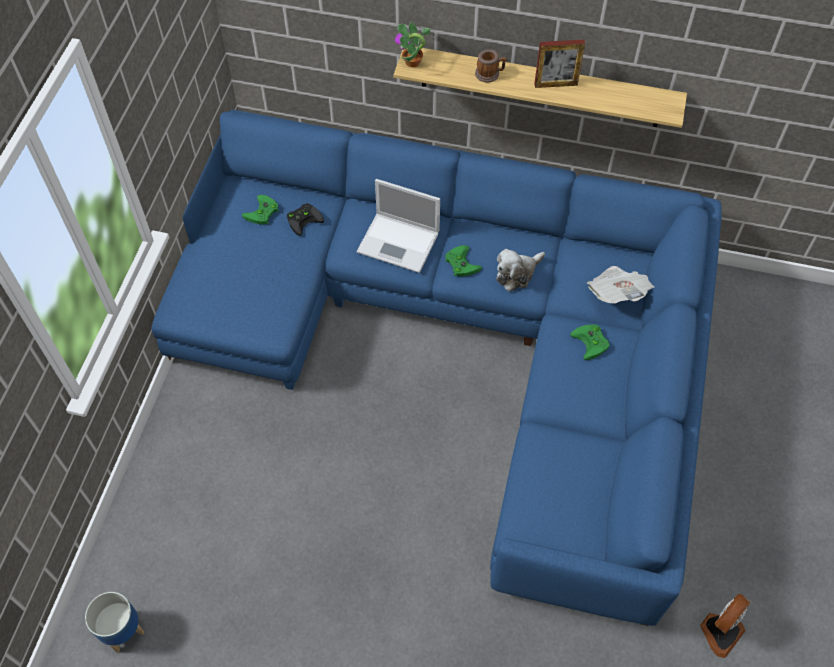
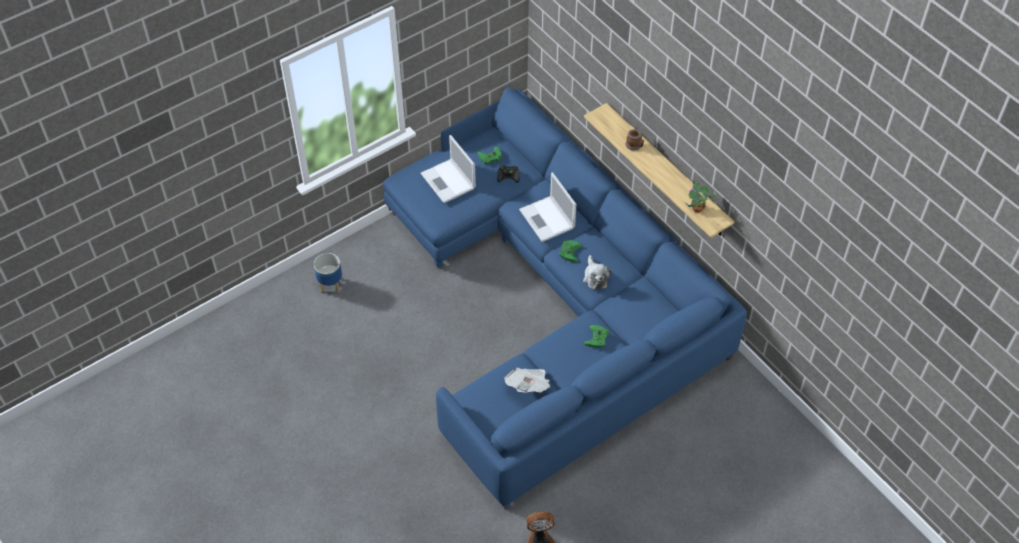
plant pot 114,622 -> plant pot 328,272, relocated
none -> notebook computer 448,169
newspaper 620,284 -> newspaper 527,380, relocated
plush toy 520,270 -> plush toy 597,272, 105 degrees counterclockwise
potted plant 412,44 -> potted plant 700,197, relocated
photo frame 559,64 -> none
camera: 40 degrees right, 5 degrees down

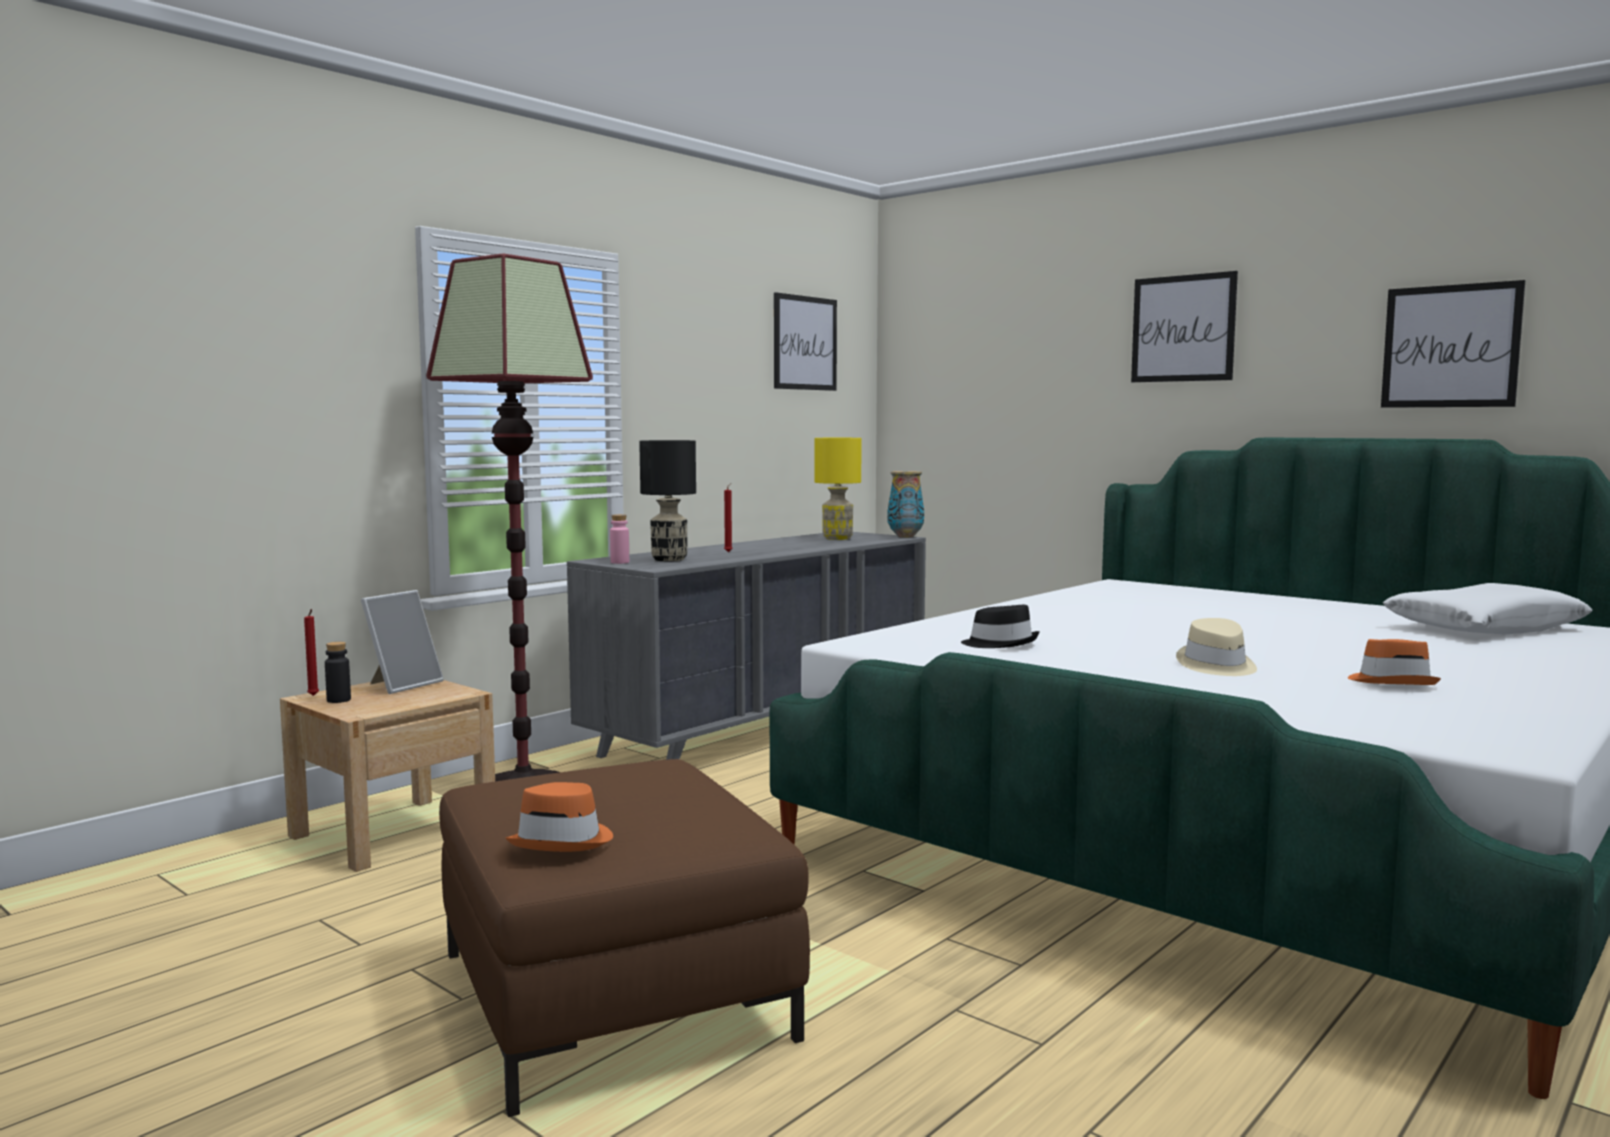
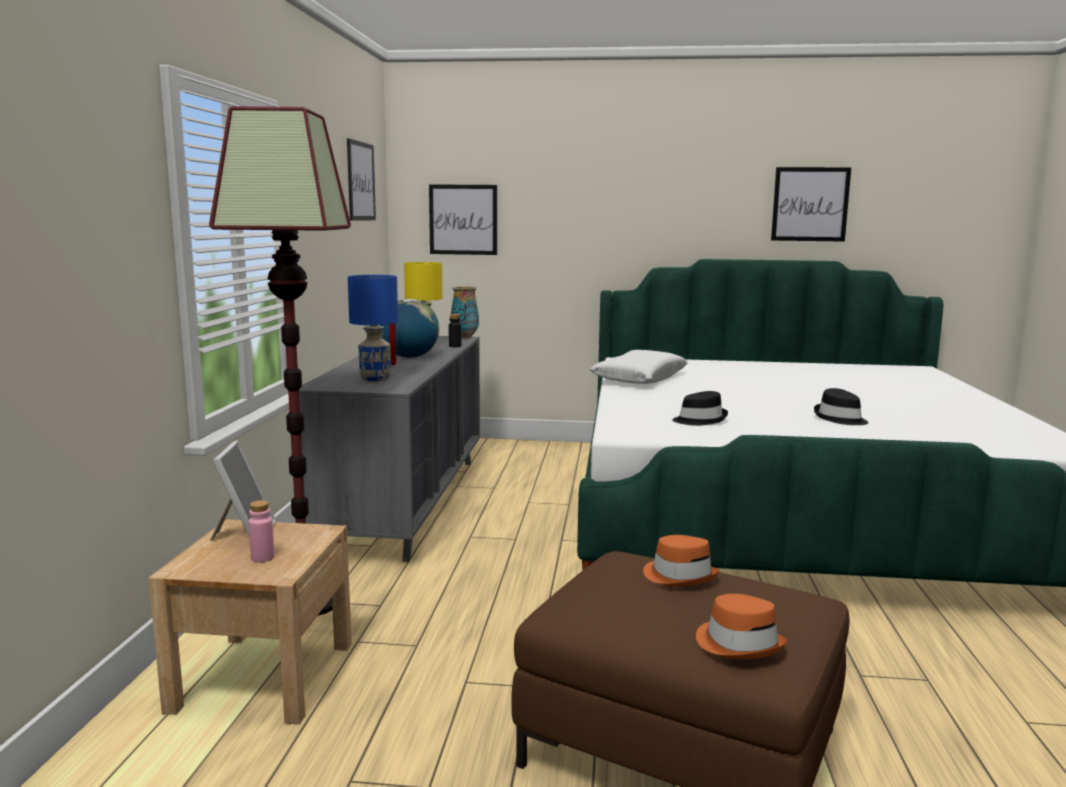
beverage bottle in pink-coloured 619,539 -> beverage bottle in pink-coloured 261,531, relocated
table lamp in black-coloured 667,500 -> table lamp in blue-coloured 373,328
none -> desk globe 409,328
wall picture 1184,326 -> wall picture 463,219, relocated
beverage bottle in black-coloured 338,672 -> beverage bottle in black-coloured 455,330, relocated
throw pillow in white 1487,609 -> throw pillow in white 639,367, relocated
hat in orange-coloured 1394,662 -> hat in orange-coloured 681,560, relocated
hat in beige 1216,647 -> hat in black-coloured 841,406
wax candle in red 311,652 -> none
camera: 35 degrees left, 5 degrees up

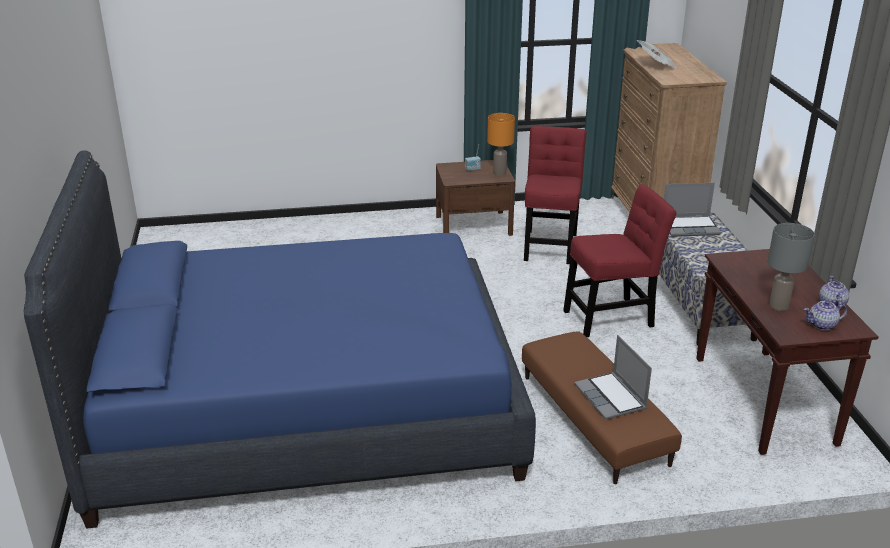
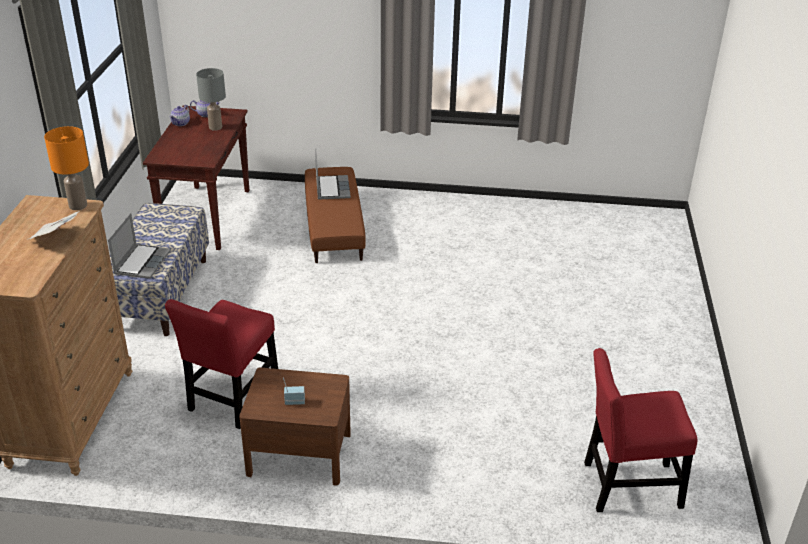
table lamp in orange-coloured 501,144 -> table lamp in orange-coloured 66,168, relocated
notebook computer 692,210 -> notebook computer 139,246, 90 degrees clockwise
upright chair in red 620,260 -> upright chair in red 640,430, relocated
bed in blue-coloured 280,339 -> none
camera: 165 degrees left, 5 degrees up

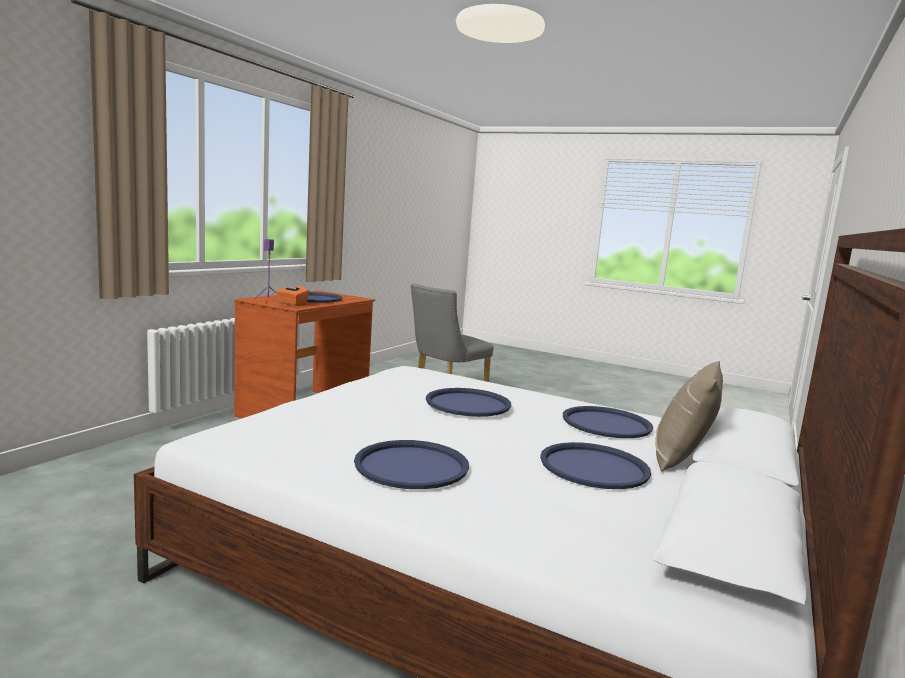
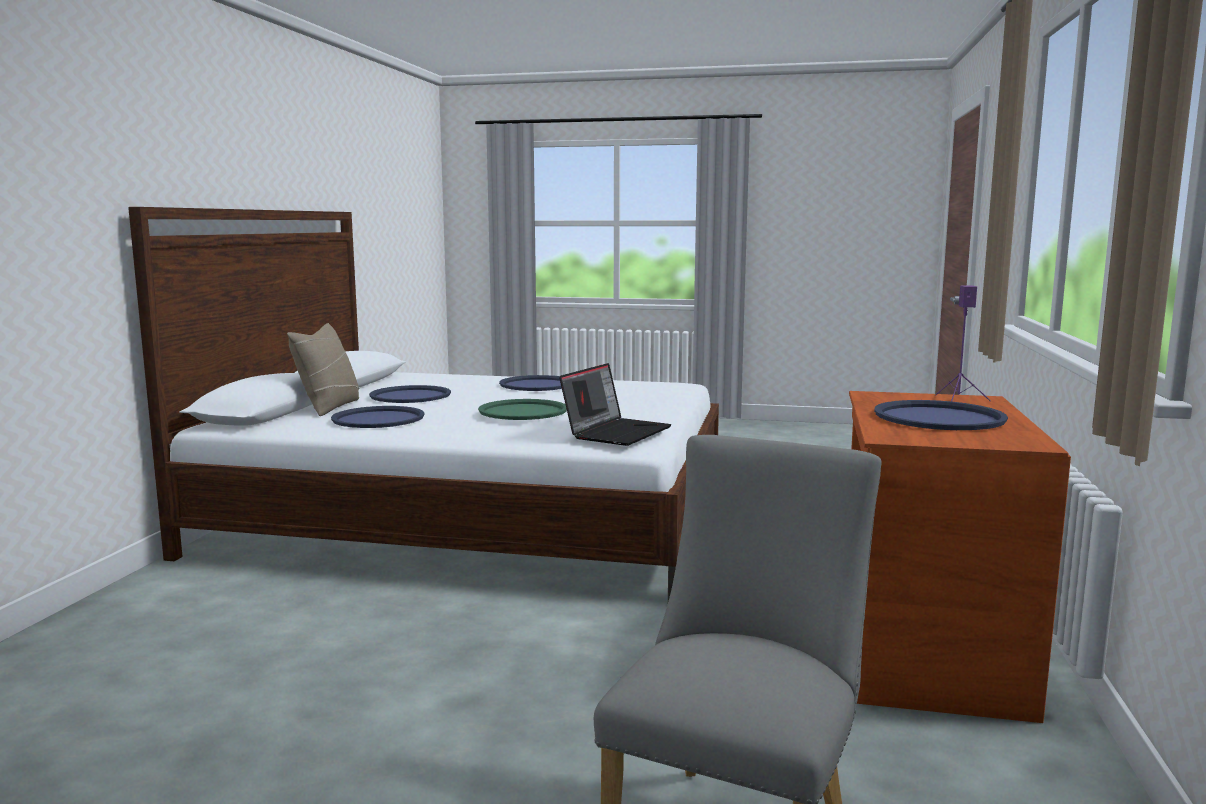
carrying tray in blue-coloured 468,402 -> carrying tray in green-coloured 522,409
none -> notebook computer 615,404
tissue holder in orange-coloured 293,293 -> none
camera: 165 degrees right, 0 degrees up

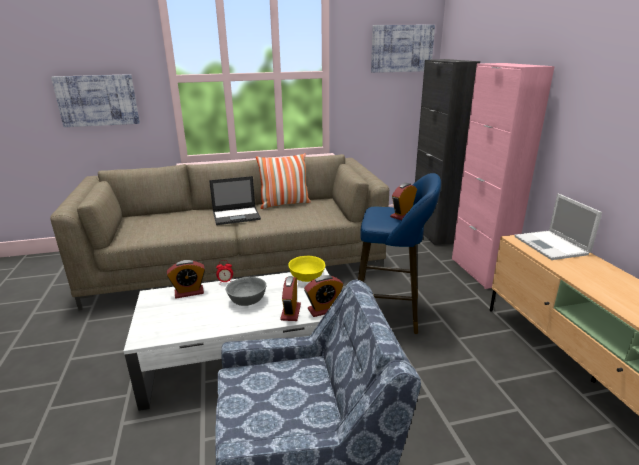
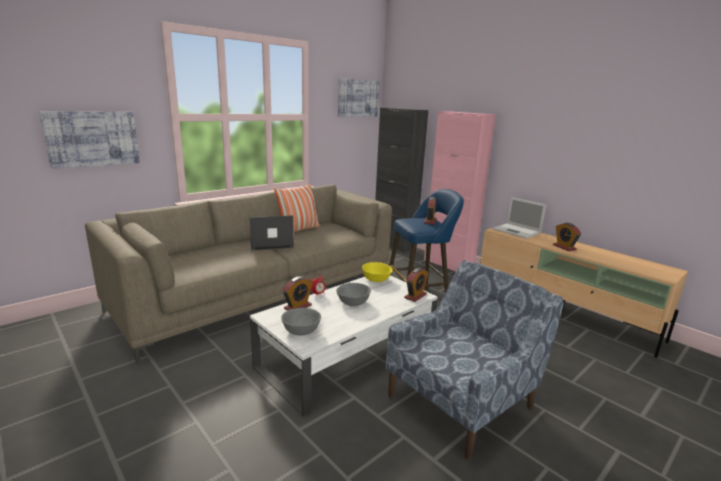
notebook computer 235,200 -> notebook computer 272,232, 150 degrees counterclockwise
none -> serving bowl in grey 301,321
alarm clock 290,298 -> alarm clock 567,237, relocated
camera: 30 degrees left, 5 degrees down

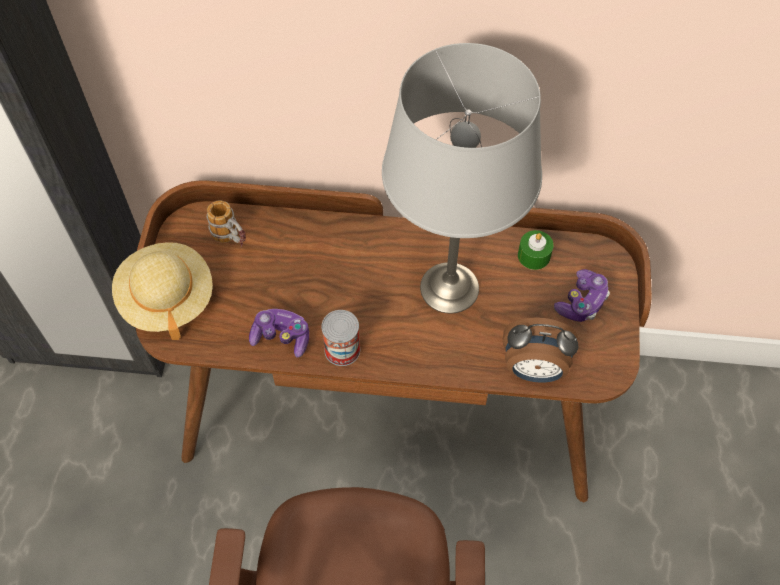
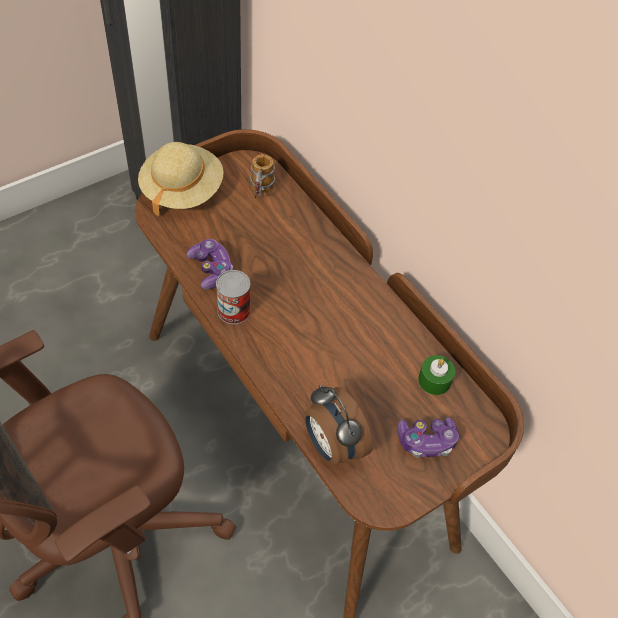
table lamp in grey 462,178 -> none
camera: 45 degrees right, 5 degrees down

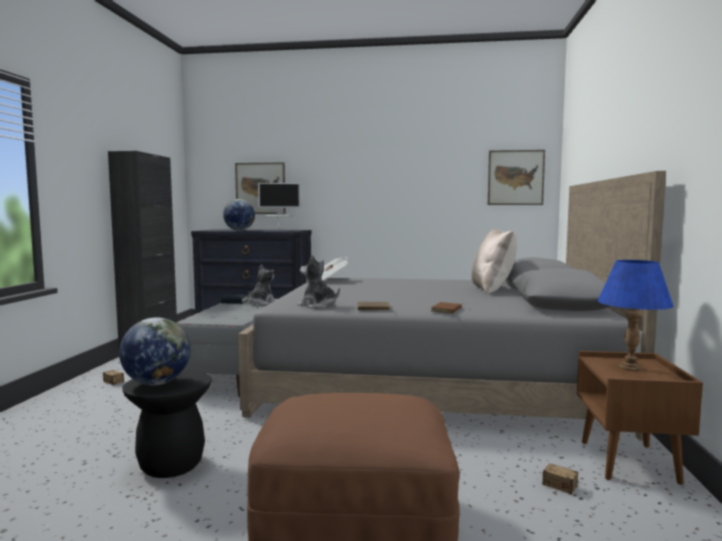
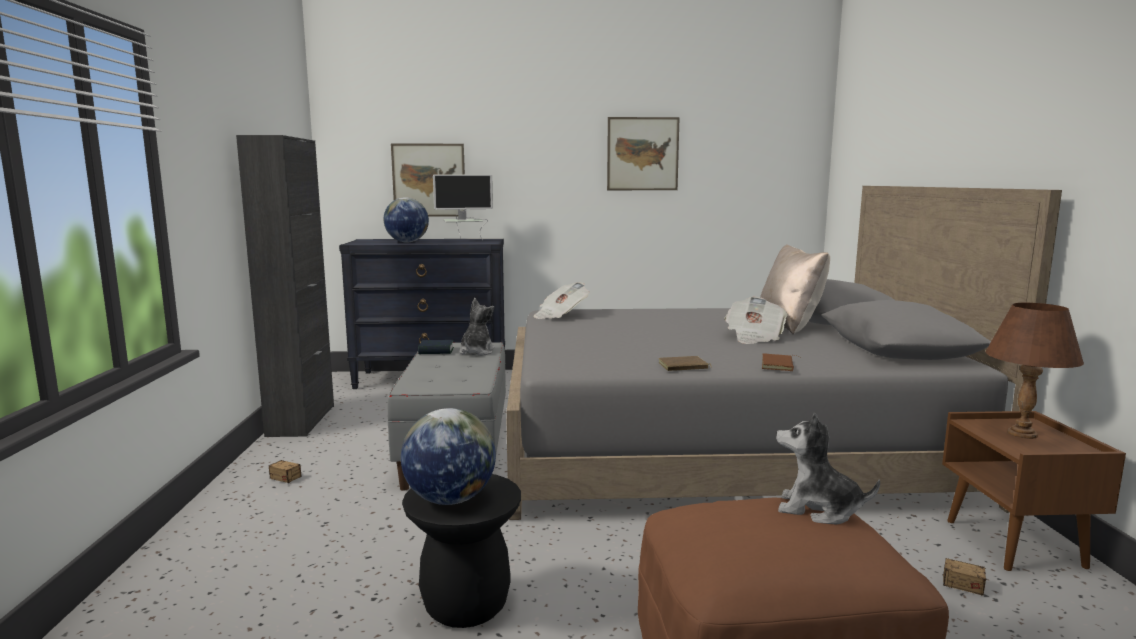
wall picture 516,177 -> wall picture 643,153, relocated
none -> newspaper 756,320
plush toy 318,281 -> plush toy 828,468, relocated
table lamp in blue-coloured 635,315 -> table lamp in brown 1035,371
camera: 10 degrees left, 5 degrees up

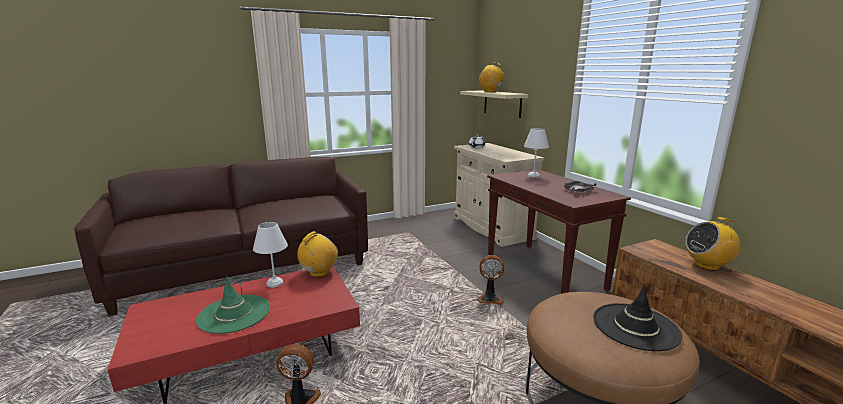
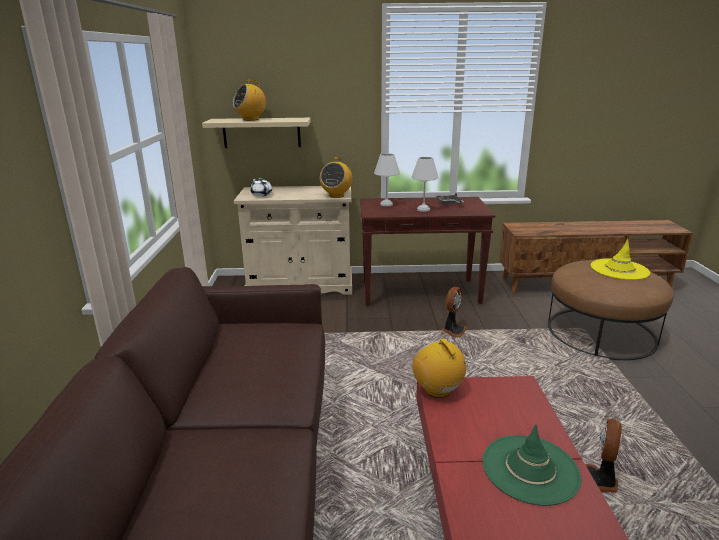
radio receiver 712,244 -> radio receiver 336,177, relocated
table lamp in white 270,254 -> table lamp in white 425,184, relocated
hat in black-coloured 637,318 -> hat in yellow 620,259
camera: 65 degrees left, 5 degrees up

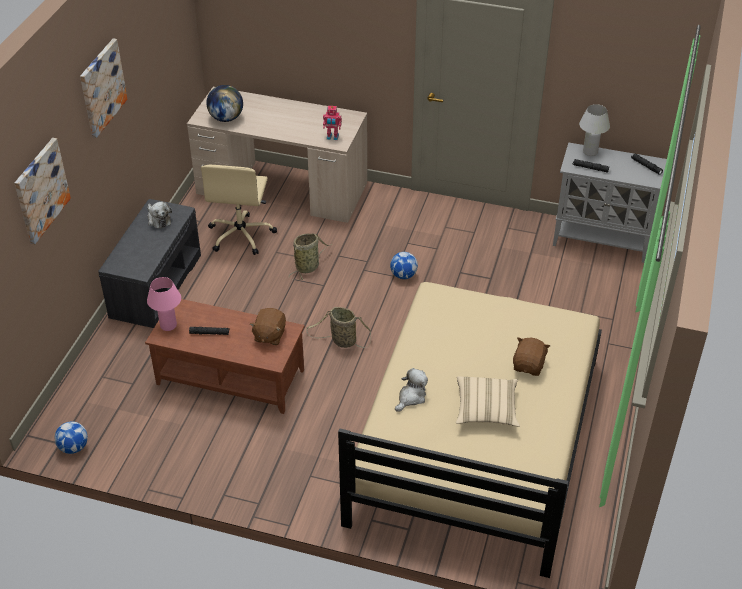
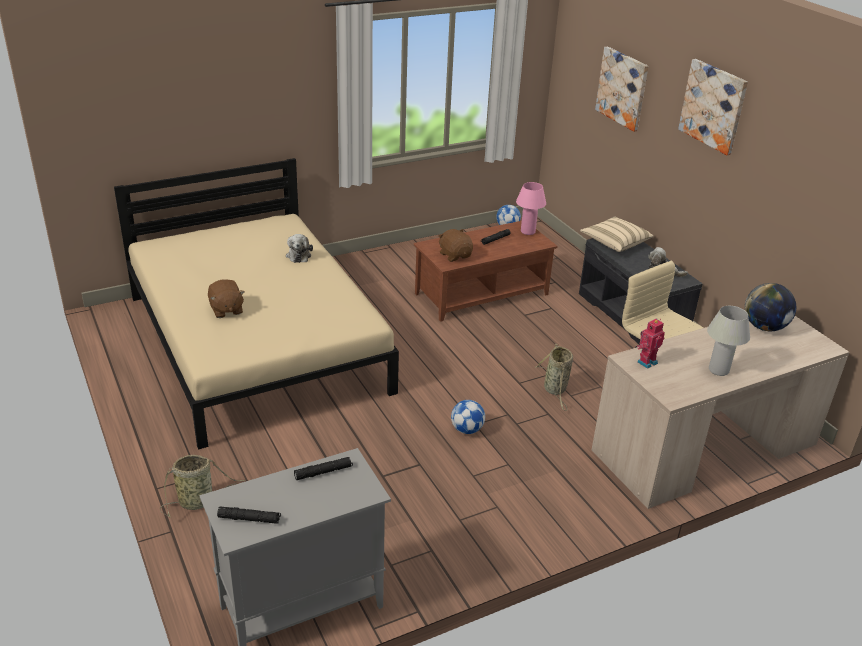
household basket 338,327 -> household basket 203,486, relocated
throw pillow in beige 488,401 -> throw pillow in beige 616,234, relocated
table lamp in white 594,130 -> table lamp in white 728,341, relocated
camera: 135 degrees right, 10 degrees down

